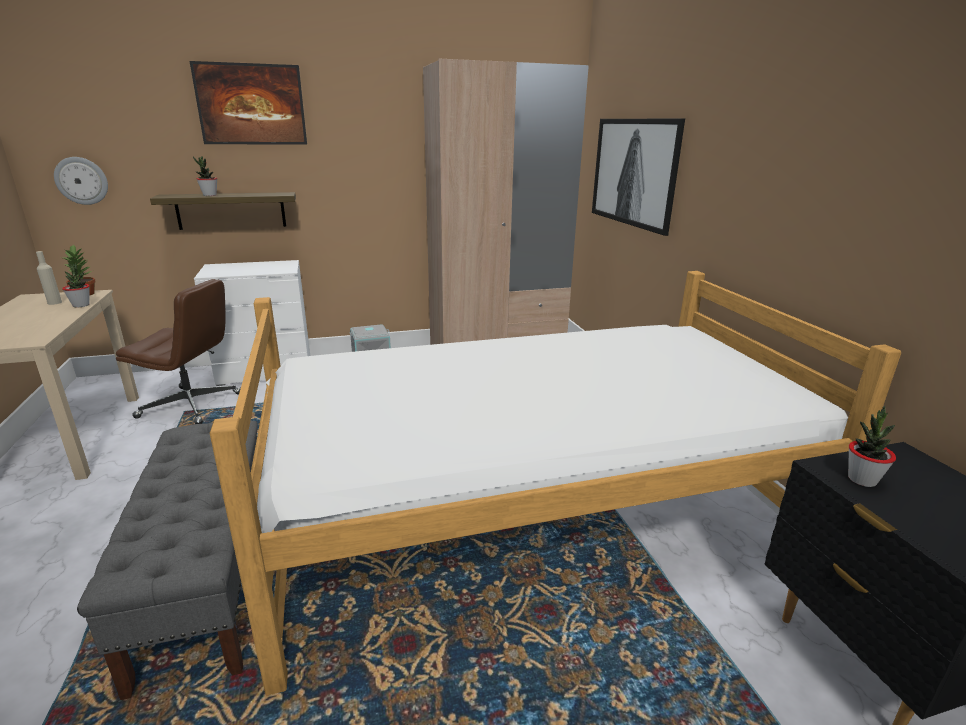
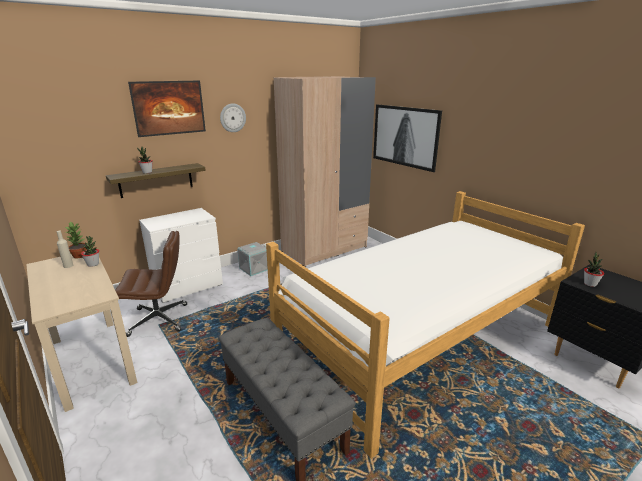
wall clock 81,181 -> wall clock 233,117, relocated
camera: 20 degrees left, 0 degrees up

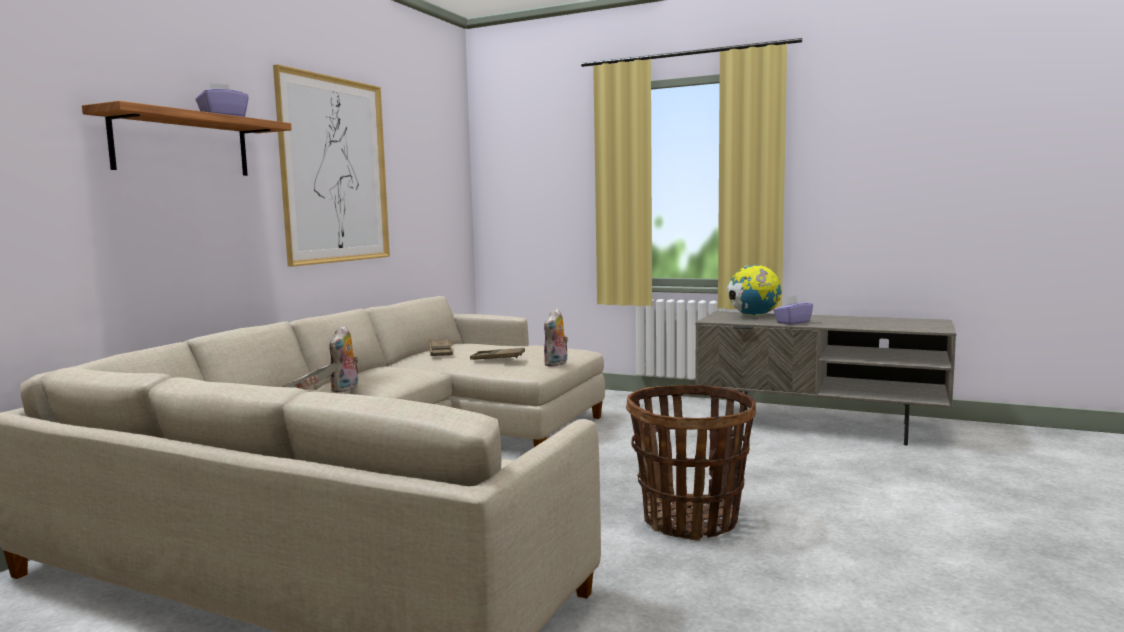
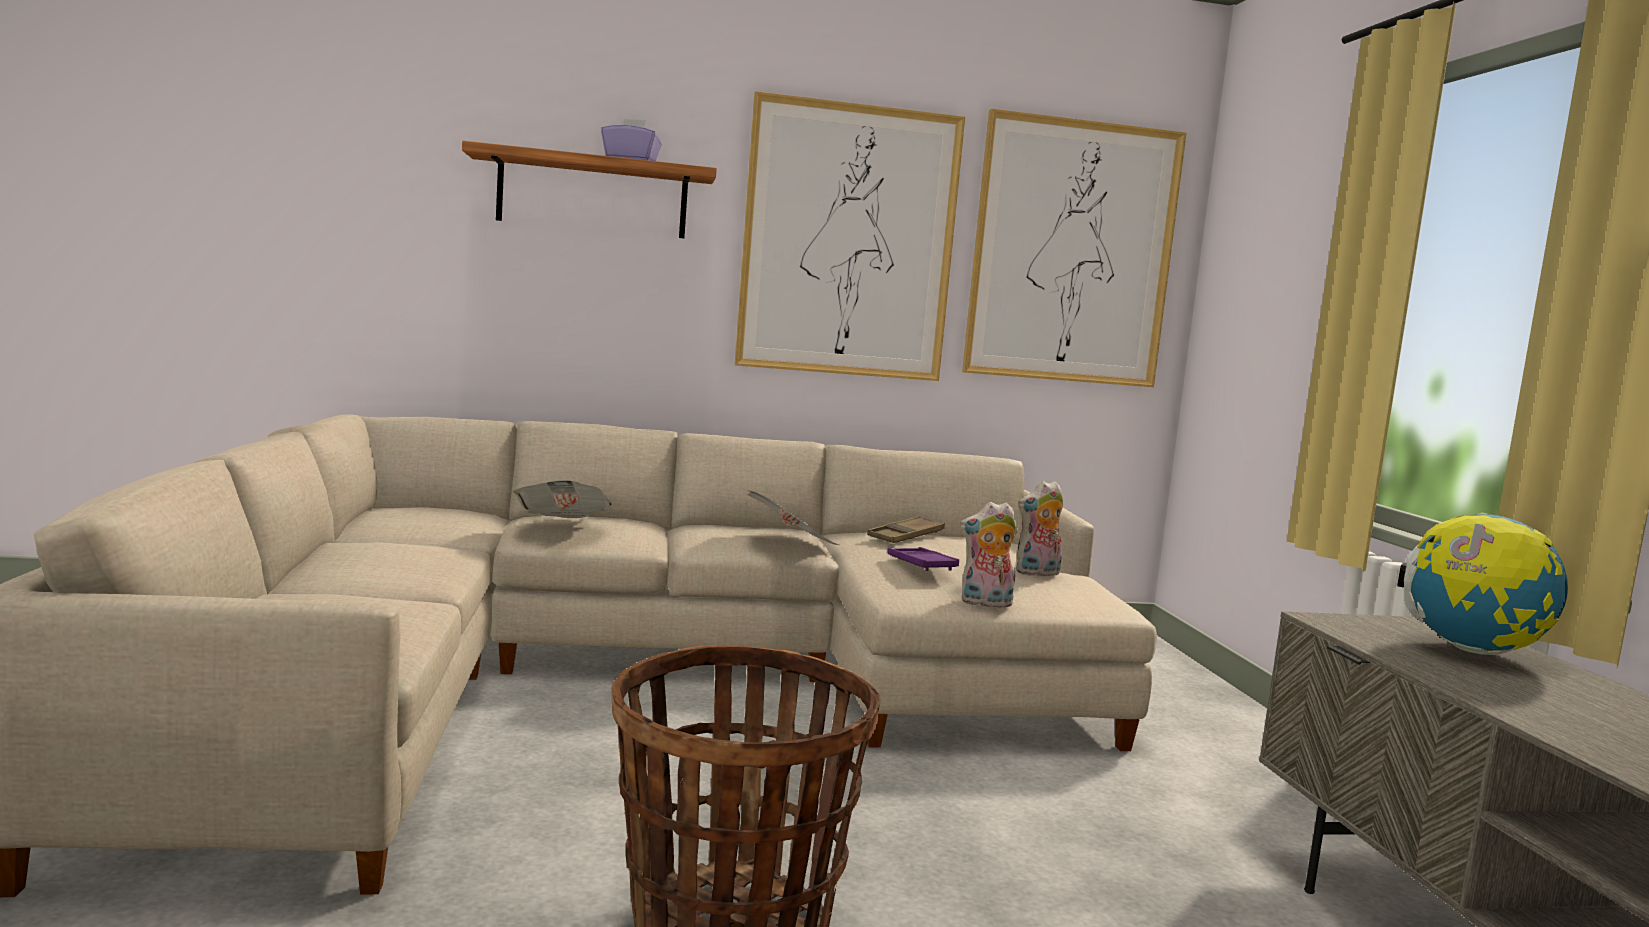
none -> newspaper 793,517
carrying tray in brown 497,354 -> carrying tray in purple 923,559
none -> wall picture 1074,247
plush toy 344,359 -> plush toy 1039,528, relocated
tissue holder in purple 793,310 -> none
camera: 55 degrees right, 0 degrees up

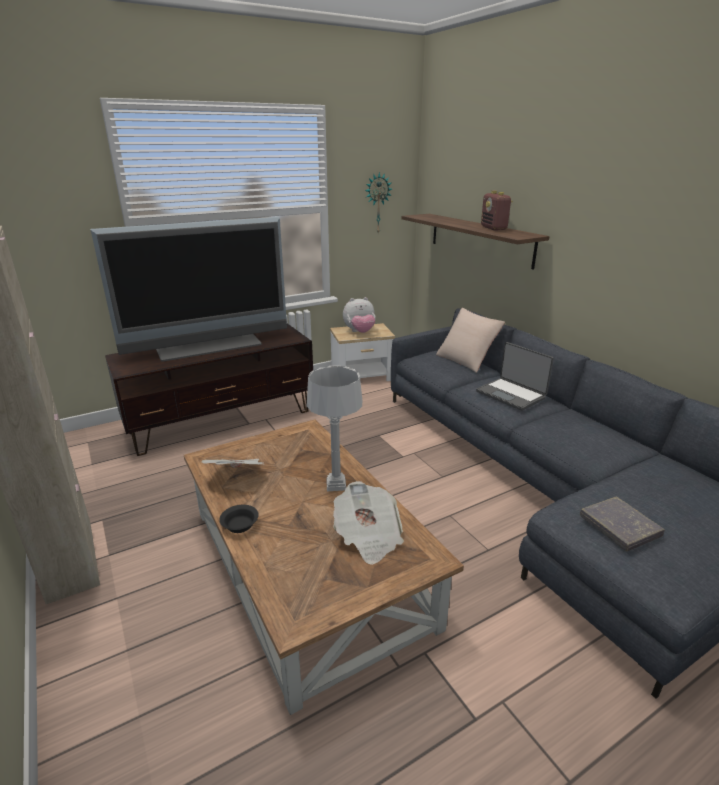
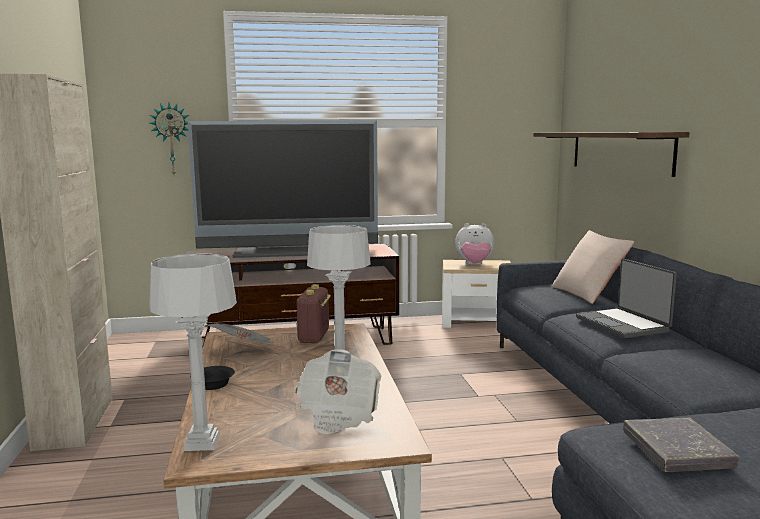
none -> table lamp in grey 193,352
wall clock 378,202 -> wall clock 169,139, relocated
radio receiver 497,211 -> radio receiver 313,313, relocated
camera: 20 degrees right, 15 degrees down

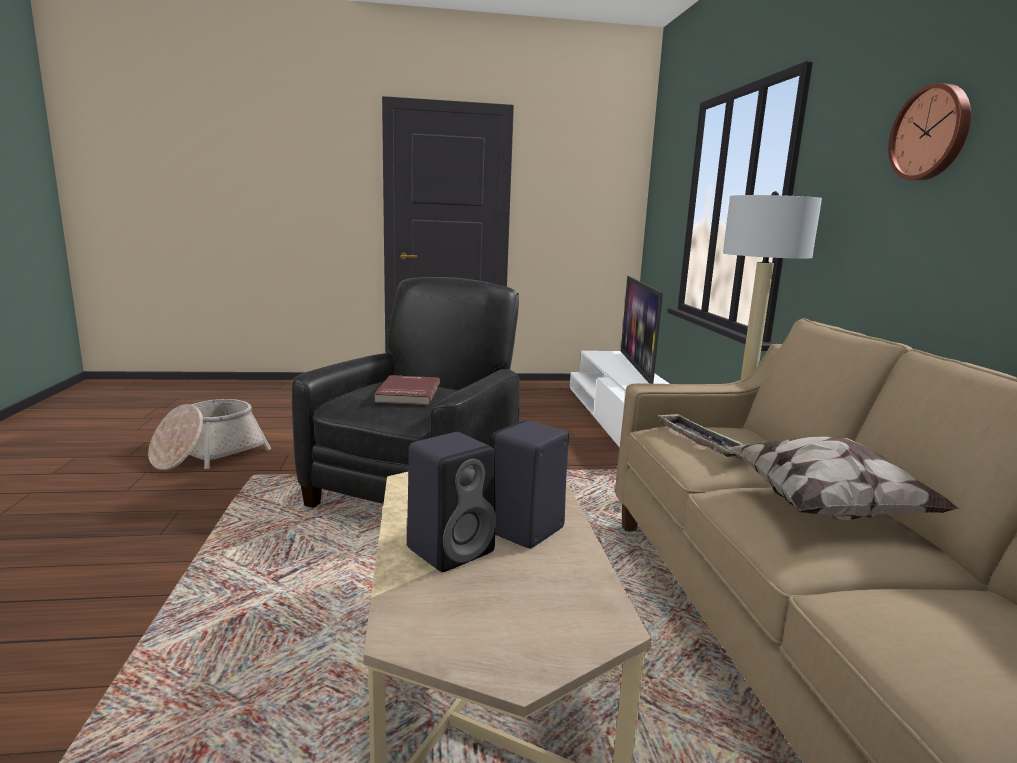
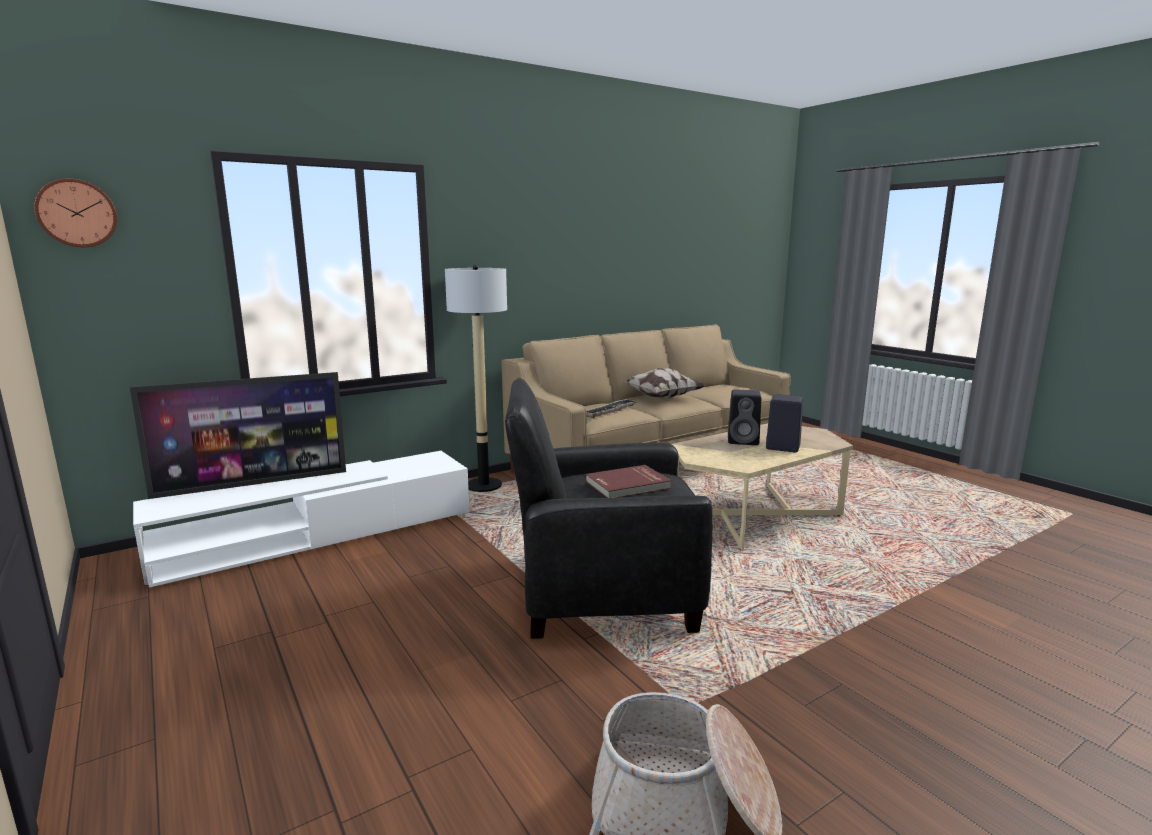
wall clock 929,132 -> wall clock 75,212, relocated
camera: 115 degrees left, 0 degrees up

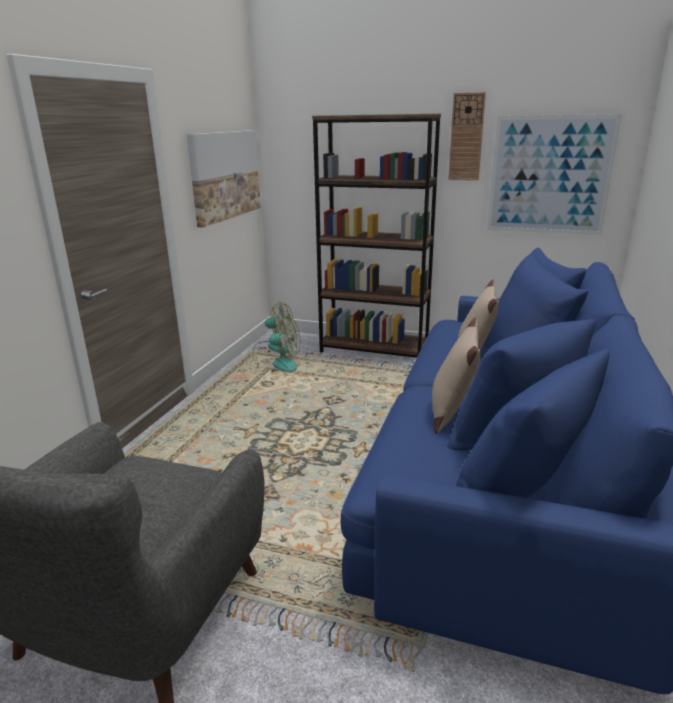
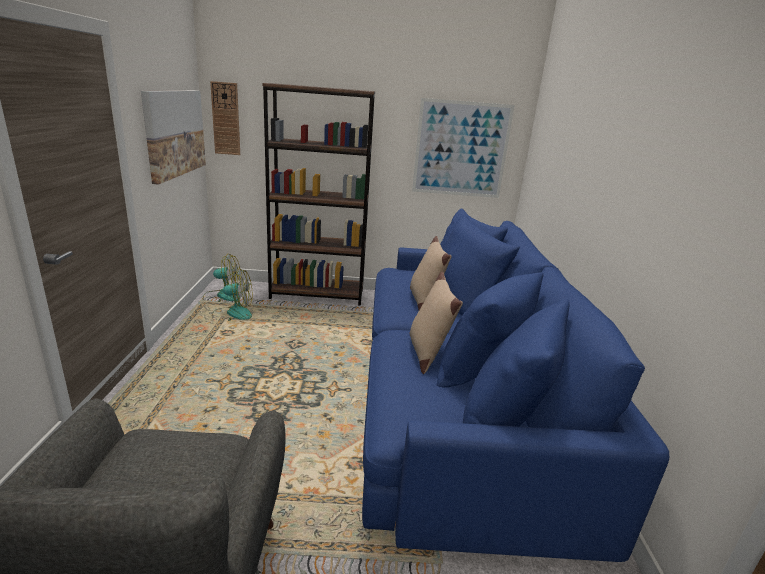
wall clock 467,136 -> wall clock 225,118, relocated
camera: 20 degrees left, 0 degrees up

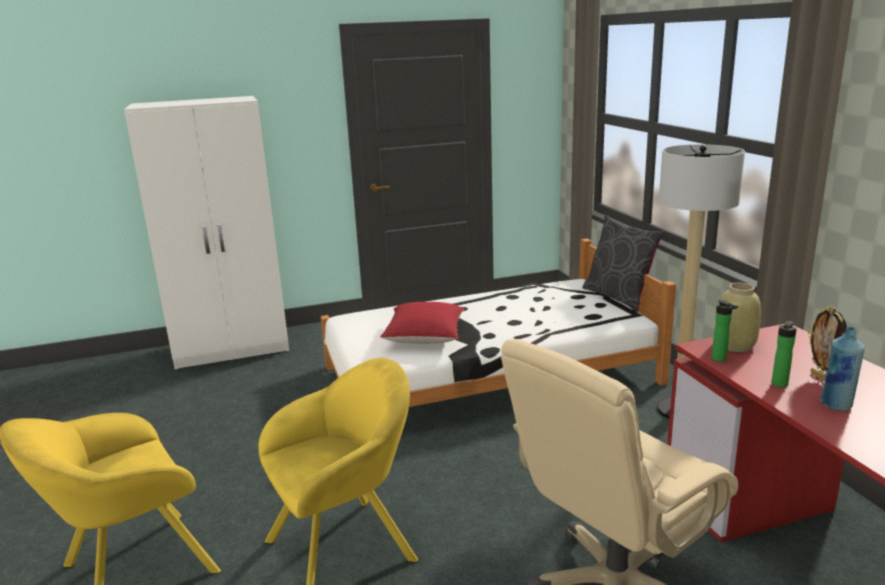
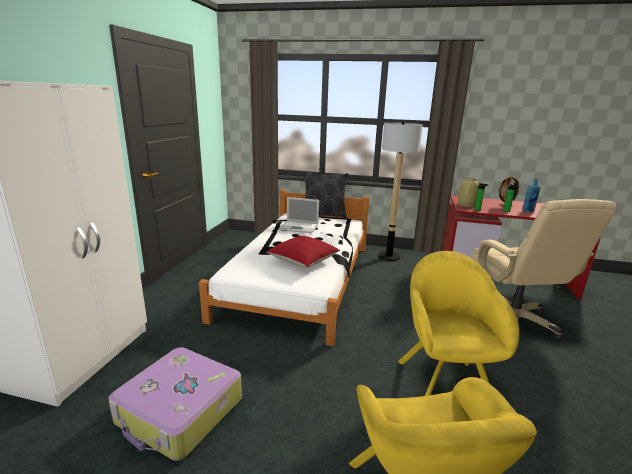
none -> travel case 175,404
none -> notebook computer 299,215
camera: 60 degrees left, 0 degrees up

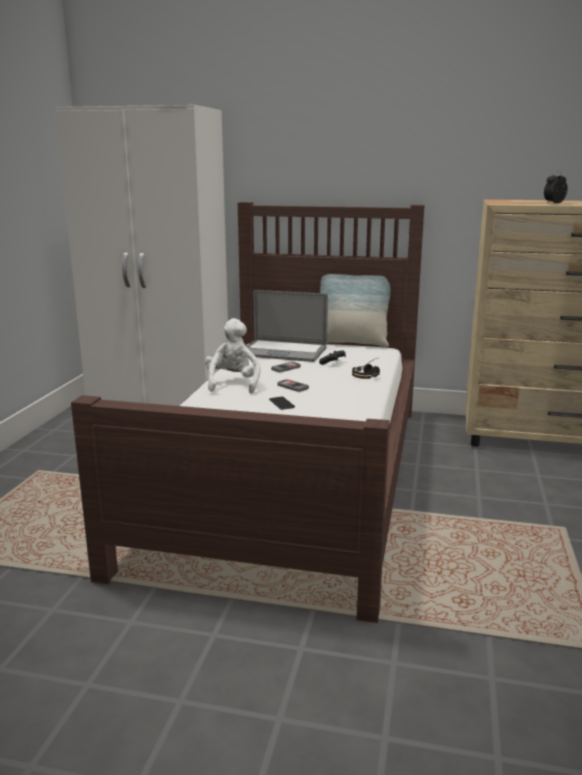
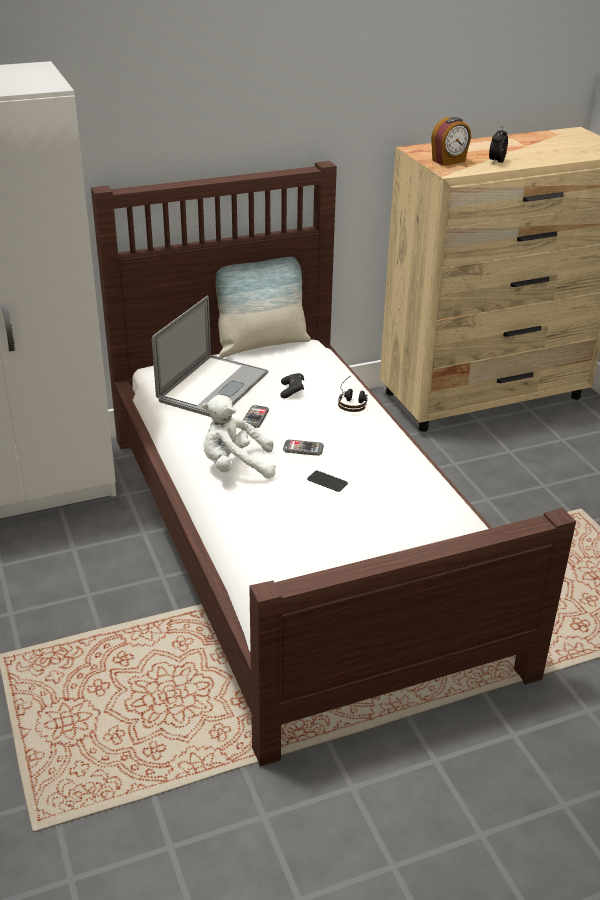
notebook computer 287,326 -> notebook computer 210,356, 45 degrees counterclockwise
plush toy in white 233,356 -> plush toy in white 239,437, 60 degrees counterclockwise
none -> alarm clock 451,141
camera: 35 degrees left, 15 degrees up

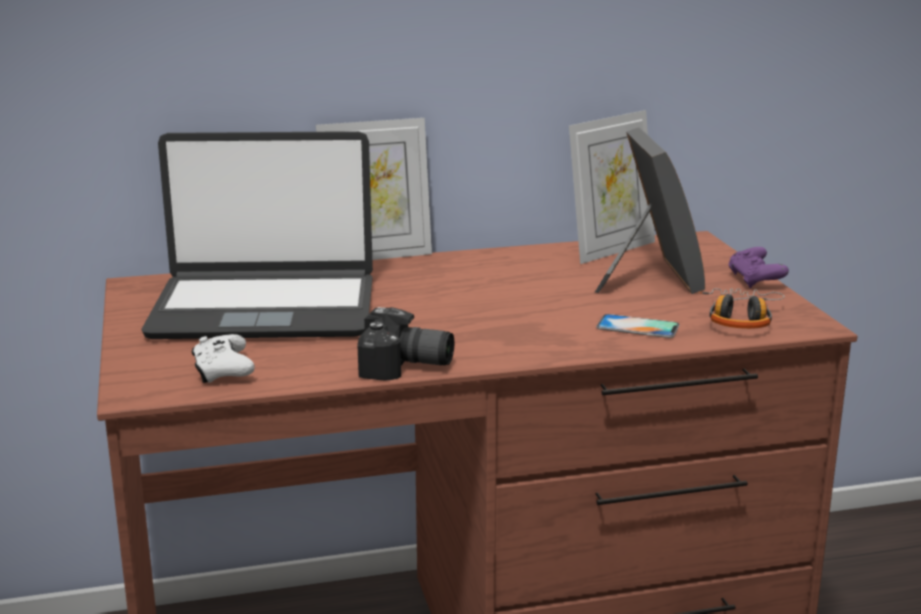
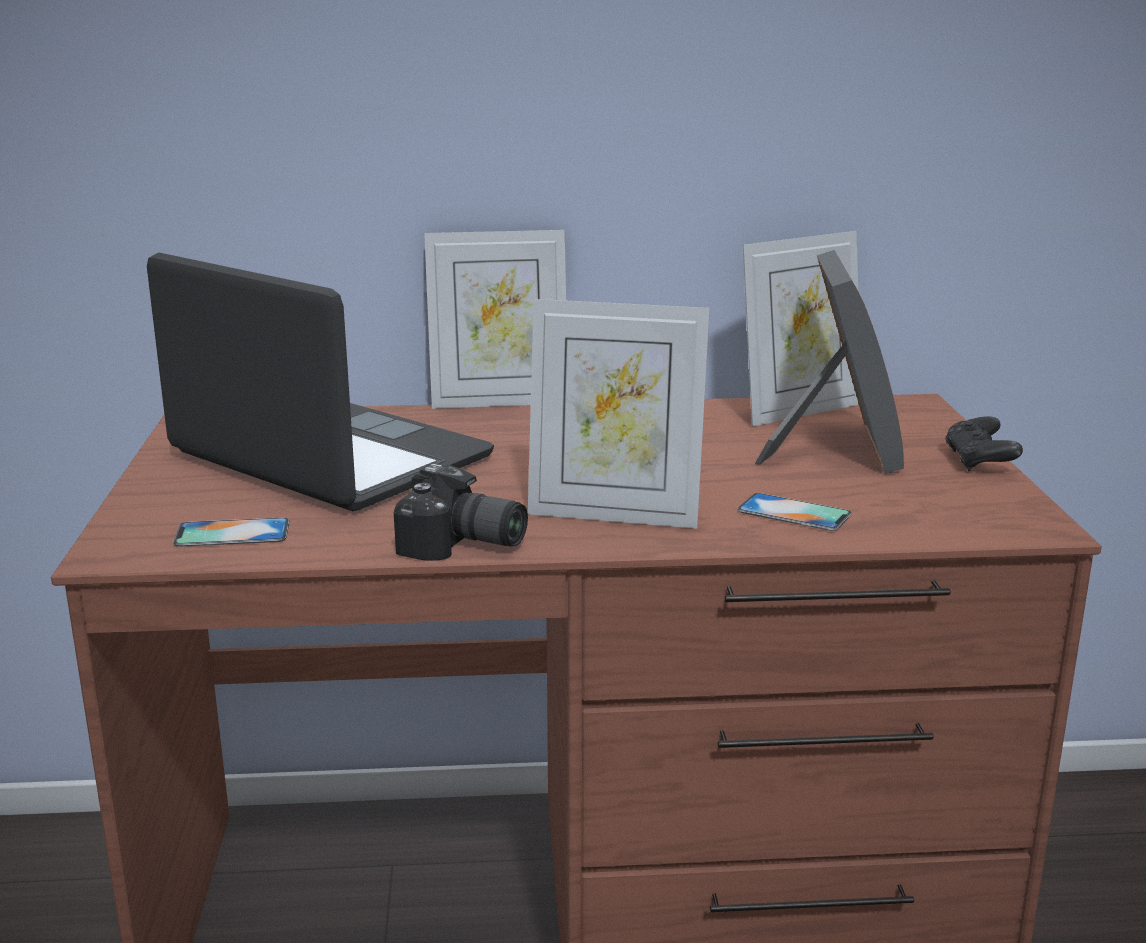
notebook computer 257,235 -> notebook computer 320,382, 150 degrees counterclockwise
joypad in white 223,358 -> phone 231,532
none -> photo frame 619,414
joypad in purple 758,267 -> joypad in black-coloured 984,443
headphones 741,308 -> none
camera: 10 degrees right, 0 degrees up

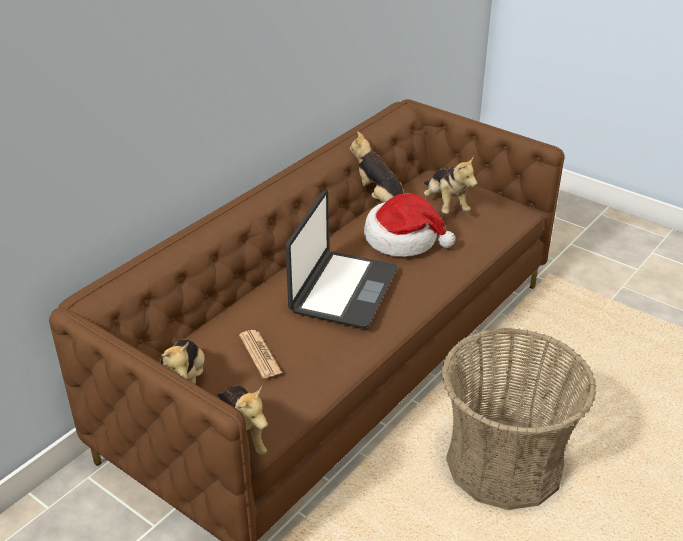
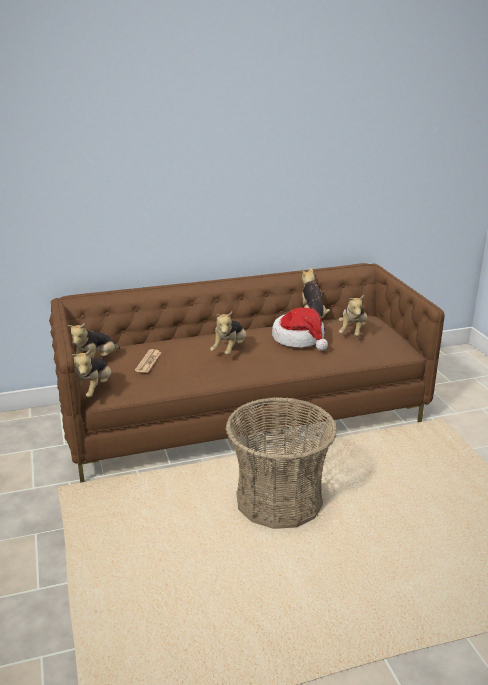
notebook computer 342,259 -> plush toy 228,333
camera: 35 degrees right, 10 degrees down

